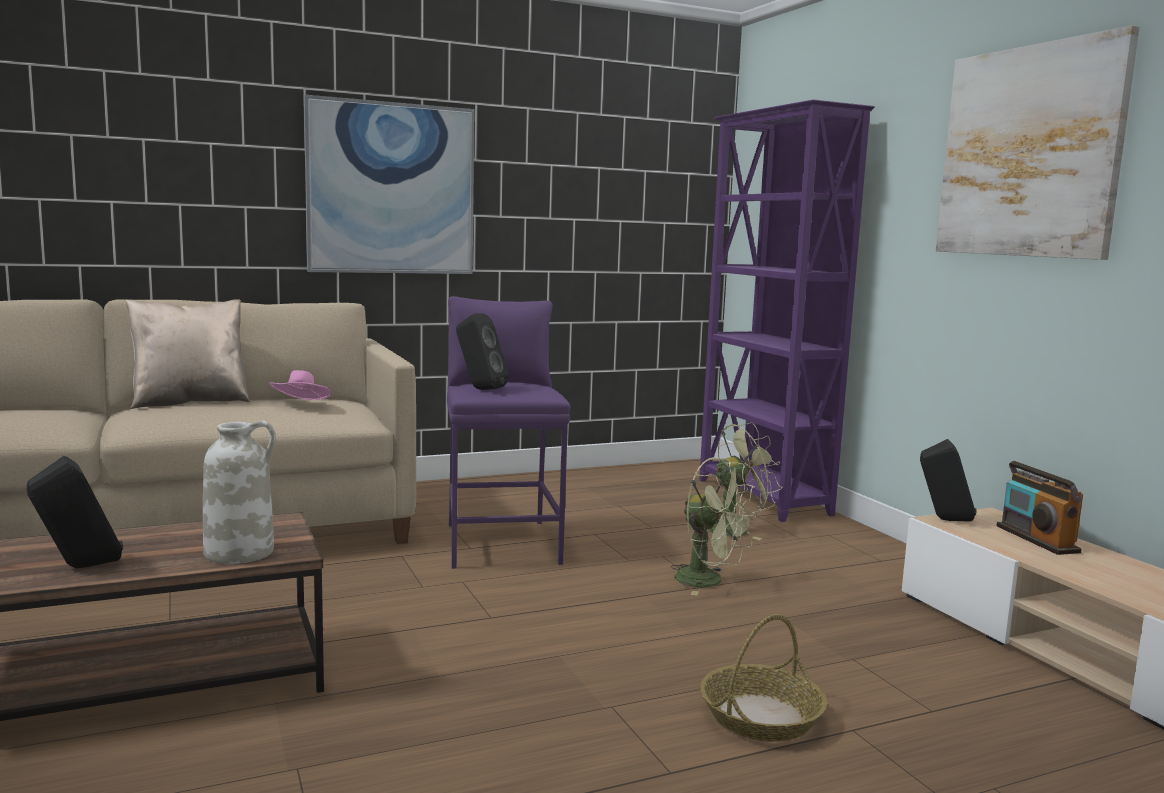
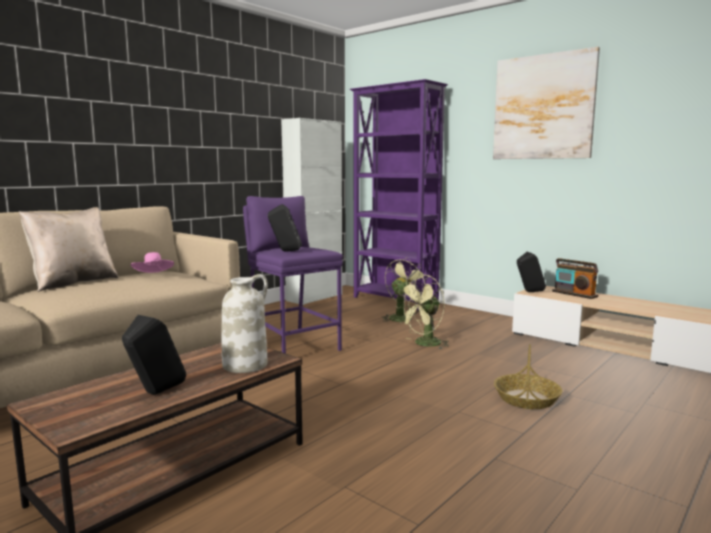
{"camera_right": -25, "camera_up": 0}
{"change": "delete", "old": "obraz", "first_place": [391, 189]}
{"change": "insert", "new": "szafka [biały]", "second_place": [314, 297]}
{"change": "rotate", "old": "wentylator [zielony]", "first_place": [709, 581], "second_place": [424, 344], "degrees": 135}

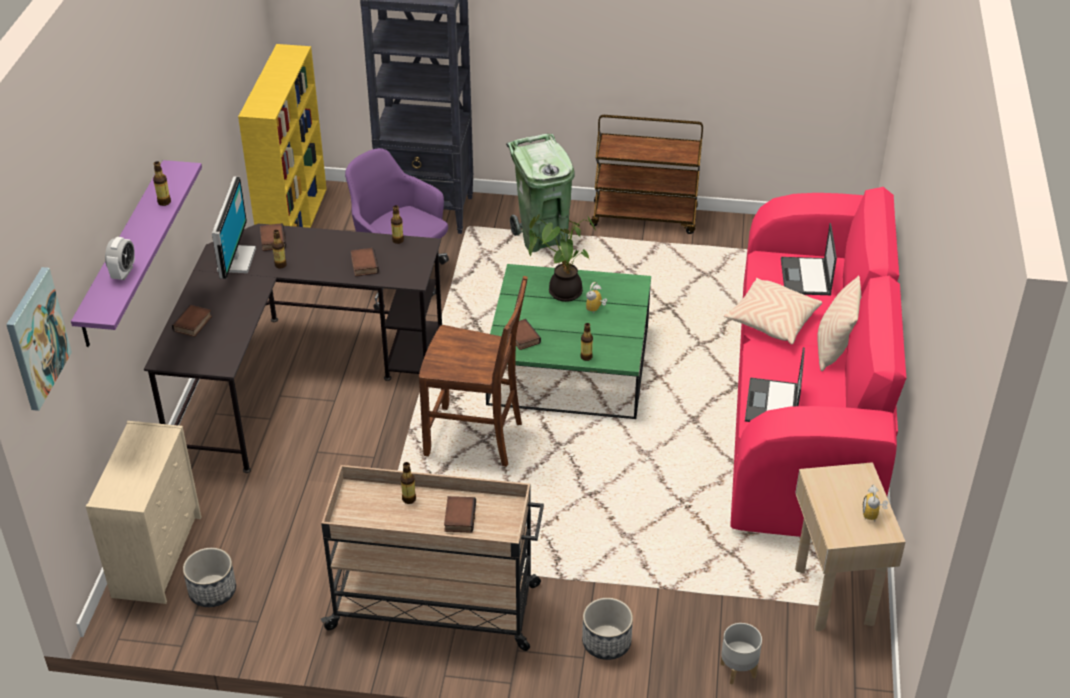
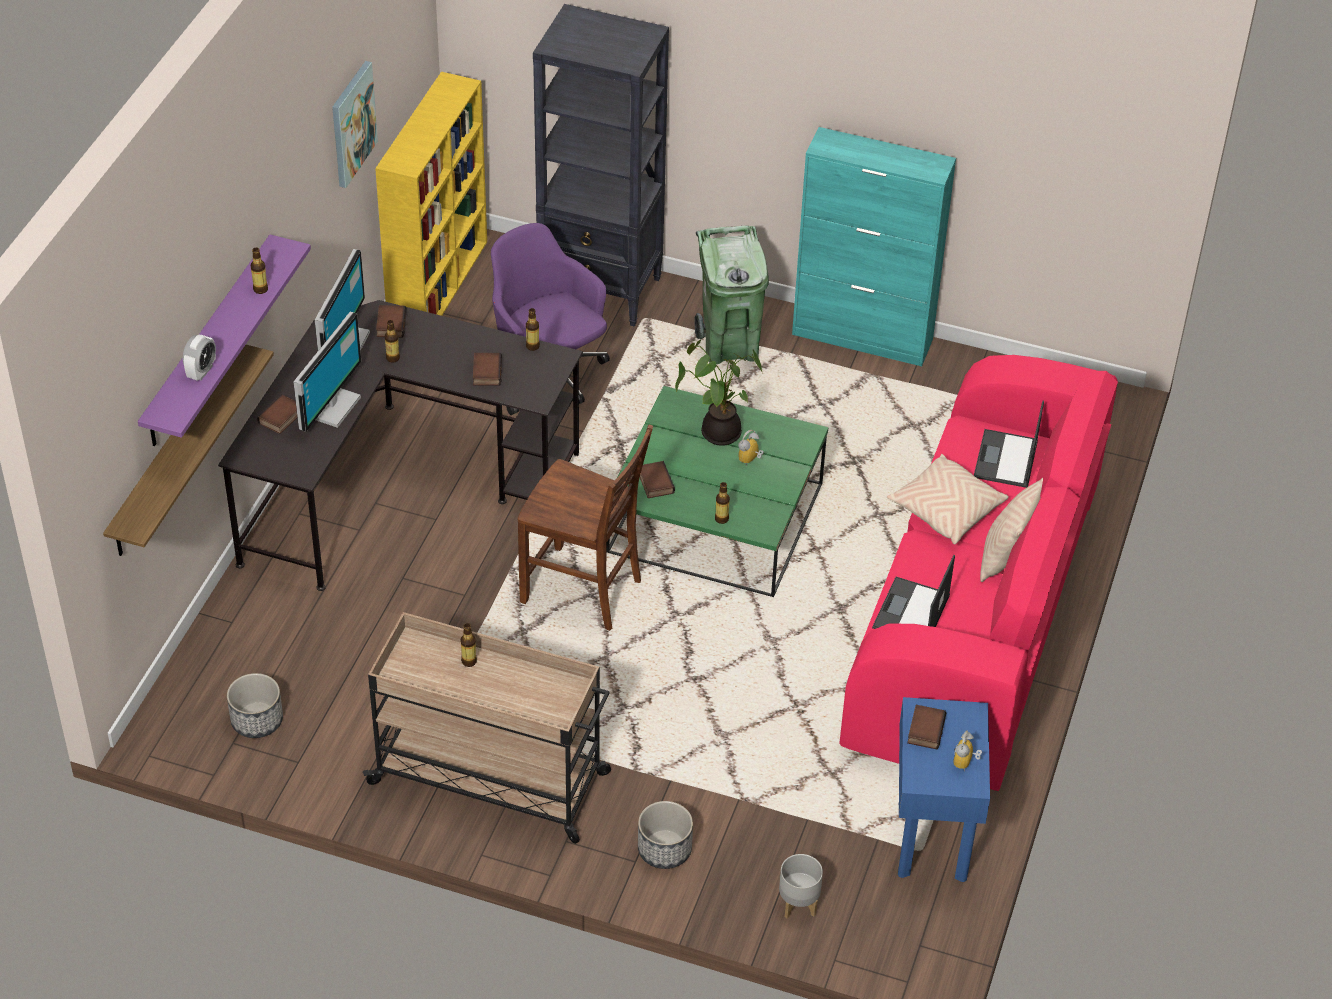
{"camera_right": 10, "camera_up": 5}
{"change": "delete", "old": "komoda [beżowy]", "first_place": [158, 555]}
{"change": "insert", "new": "półka", "second_place": [174, 451]}
{"change": "insert", "new": "monitor", "second_place": [331, 406]}
{"change": "move", "old": "obraz", "first_place": [36, 338], "second_place": [352, 123]}
{"change": "move", "old": "książka", "first_place": [459, 517], "second_place": [924, 729]}
{"change": "replace", "old": "wózek [brązowy]", "new": "szafka [turkusowy]", "first_place": [645, 217], "second_place": [863, 337]}
{"change": "recolor", "old": "stolik [beżowy]", "new": "stolik [niebieski]", "first_place": [833, 596], "second_place": [930, 841]}

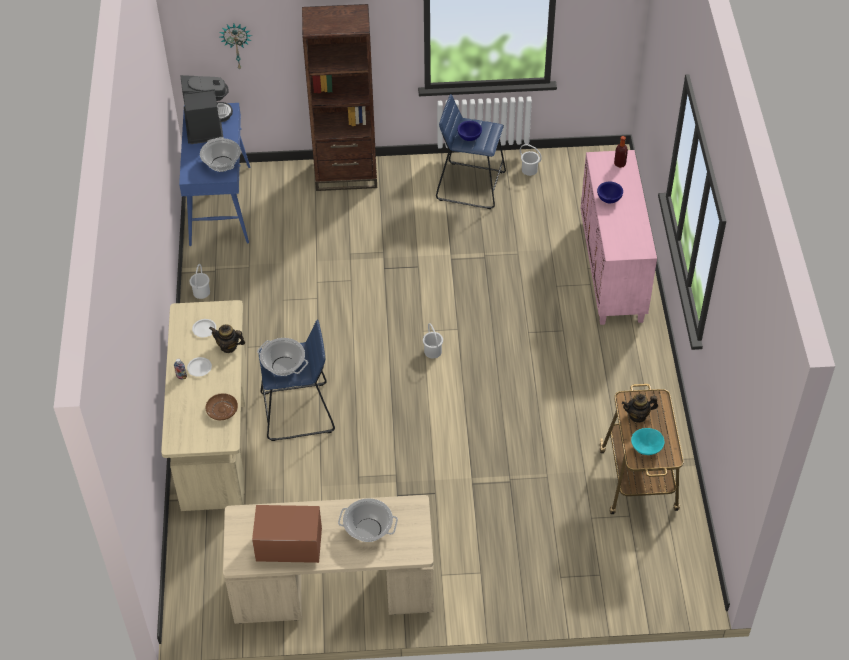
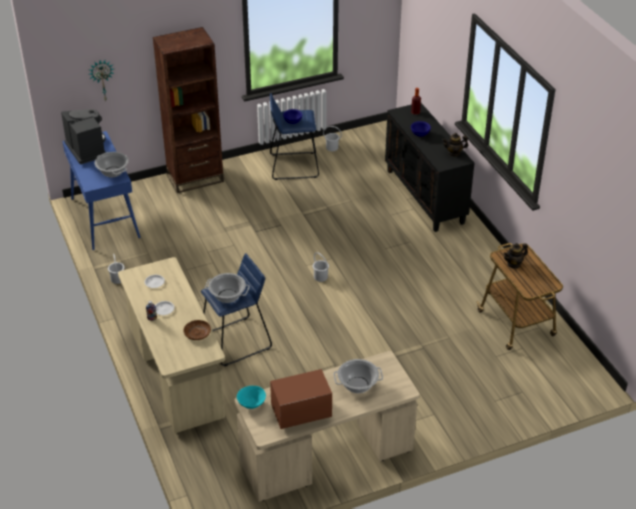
{"camera_right": -20, "camera_up": -10}
{"change": "move", "old": "imbryk", "first_place": [228, 346], "second_place": [454, 153]}
{"change": "move", "old": "miska [turkusowy]", "first_place": [646, 448], "second_place": [252, 404]}
{"change": "recolor", "old": "szafka [różowy]", "new": "szafka [czarny]", "first_place": [612, 271], "second_place": [425, 197]}

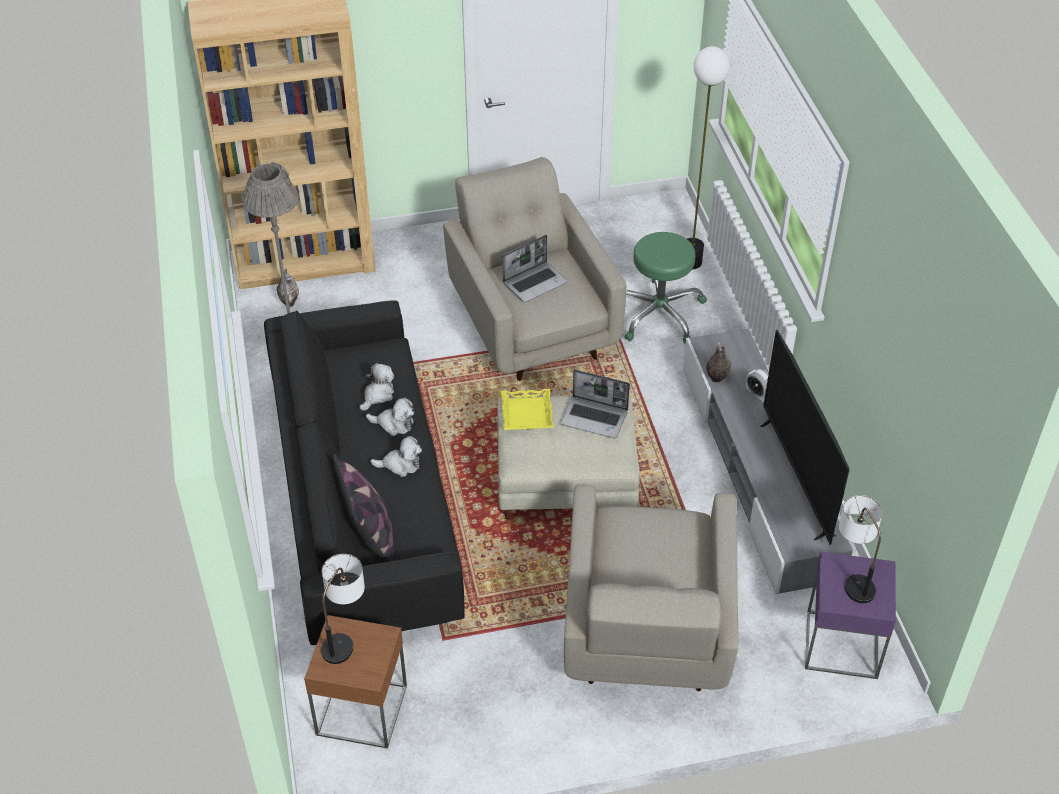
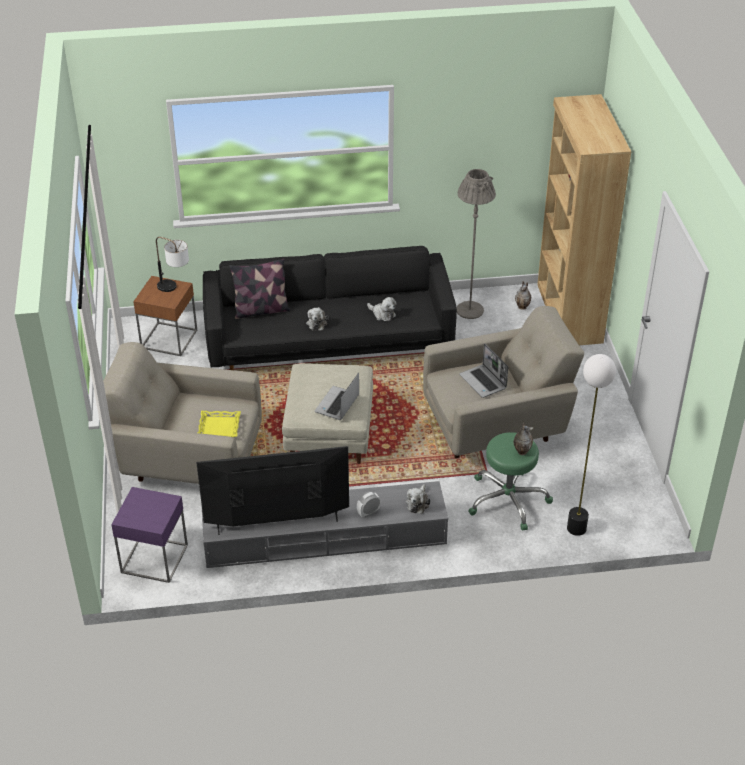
{"camera_right": 95, "camera_up": -5}
{"change": "delete", "old": "lampa stołowa", "first_place": [853, 577]}
{"change": "move", "old": "pluszak", "first_place": [394, 424], "second_place": [418, 503]}
{"change": "move", "old": "taca [żółty]", "first_place": [526, 413], "second_place": [219, 427]}
{"change": "move", "old": "wazon", "first_place": [716, 379], "second_place": [521, 451]}

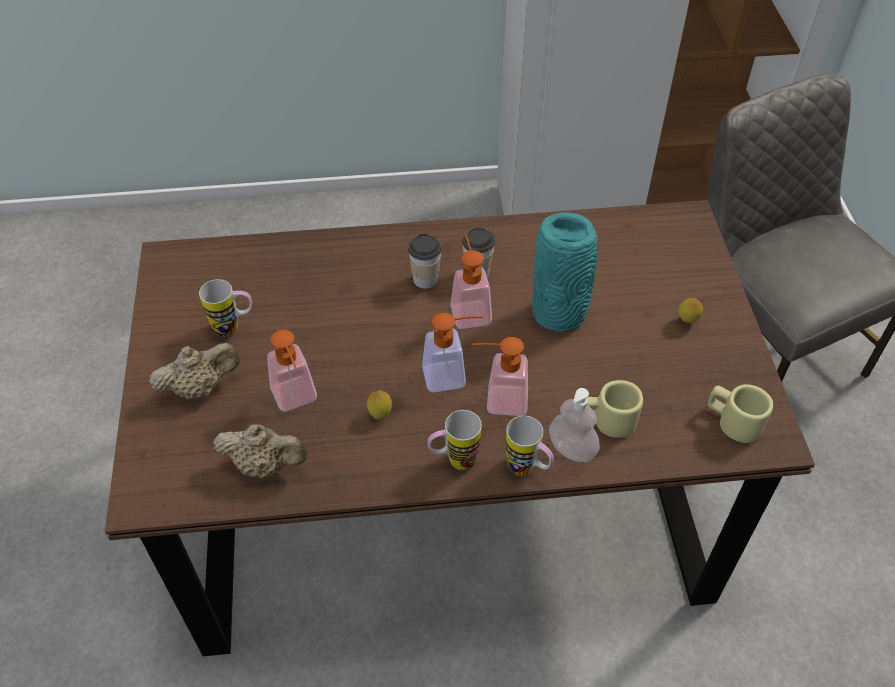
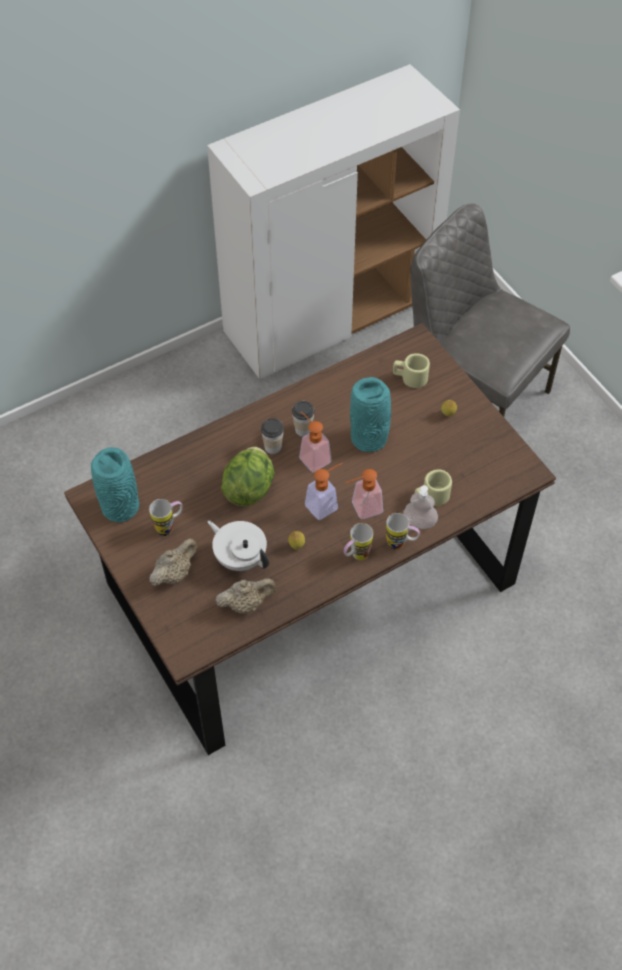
{"camera_right": -25, "camera_up": 5}
{"change": "insert", "new": "wazon [turkusowy]", "second_place": [120, 506]}
{"change": "insert", "new": "sałata", "second_place": [249, 488]}
{"change": "move", "old": "kubek [beżowy]", "first_place": [733, 421], "second_place": [410, 377]}
{"change": "replace", "old": "dozownik mydła", "new": "imbryk [biały]", "first_place": [297, 400], "second_place": [240, 557]}

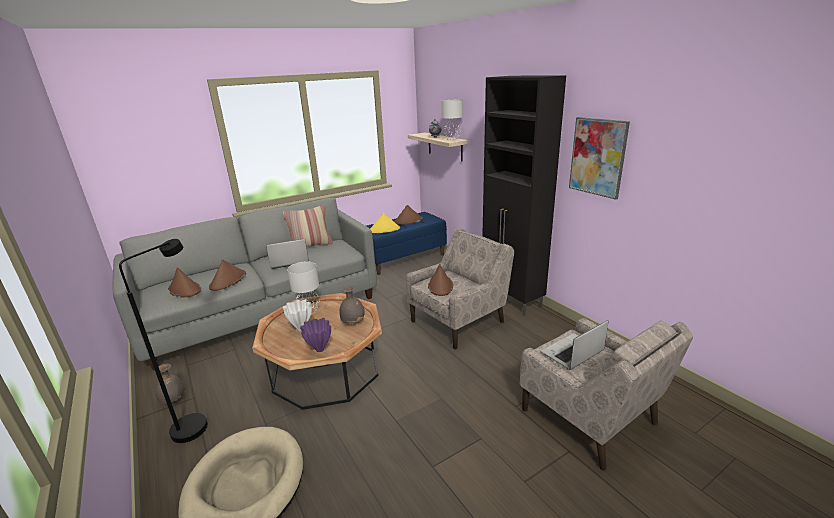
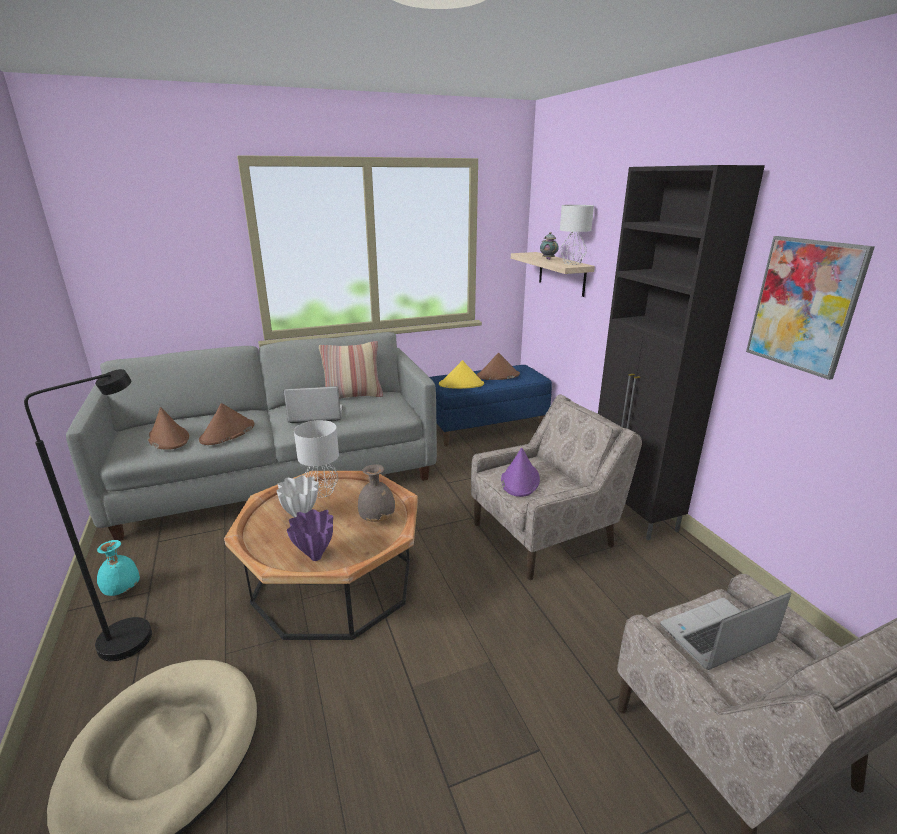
{"camera_right": 10, "camera_up": 0}
{"change": "recolor", "old": "wazon [szary]", "new": "wazon [turkusowy]", "first_place": [173, 400], "second_place": [122, 591]}
{"change": "recolor", "old": "kapelusz [brązowy]", "new": "kapelusz [fioletowy]", "first_place": [440, 286], "second_place": [520, 480]}

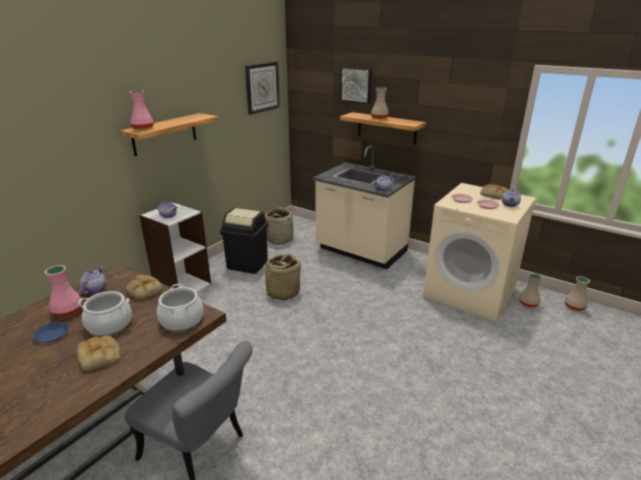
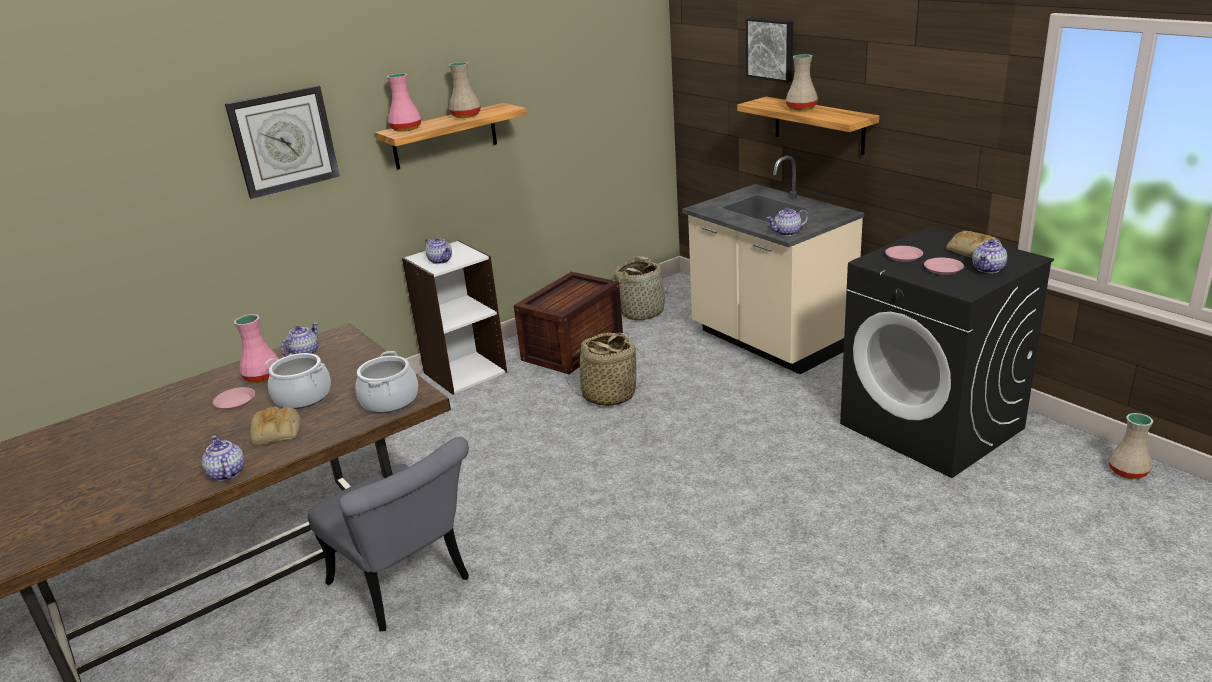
{"camera_right": 20, "camera_up": 0}
{"change": "delete", "old": "chleb", "first_place": [144, 290]}
{"change": "insert", "new": "imbryk", "second_place": [226, 473]}
{"change": "move", "old": "zegar ścienny", "first_place": [262, 87], "second_place": [283, 141]}
{"change": "move", "old": "wazon [beżowy]", "first_place": [528, 303], "second_place": [466, 116]}
{"change": "replace", "old": "kosz na śmieci [czarny]", "new": "skrzynka", "first_place": [247, 264], "second_place": [573, 347]}
{"change": "recolor", "old": "talerz [niebieski]", "new": "talerz [różowy]", "first_place": [52, 335], "second_place": [235, 402]}
{"change": "recolor", "old": "pralka [beżowy]", "new": "pralka [czarny]", "first_place": [470, 292], "second_place": [932, 426]}

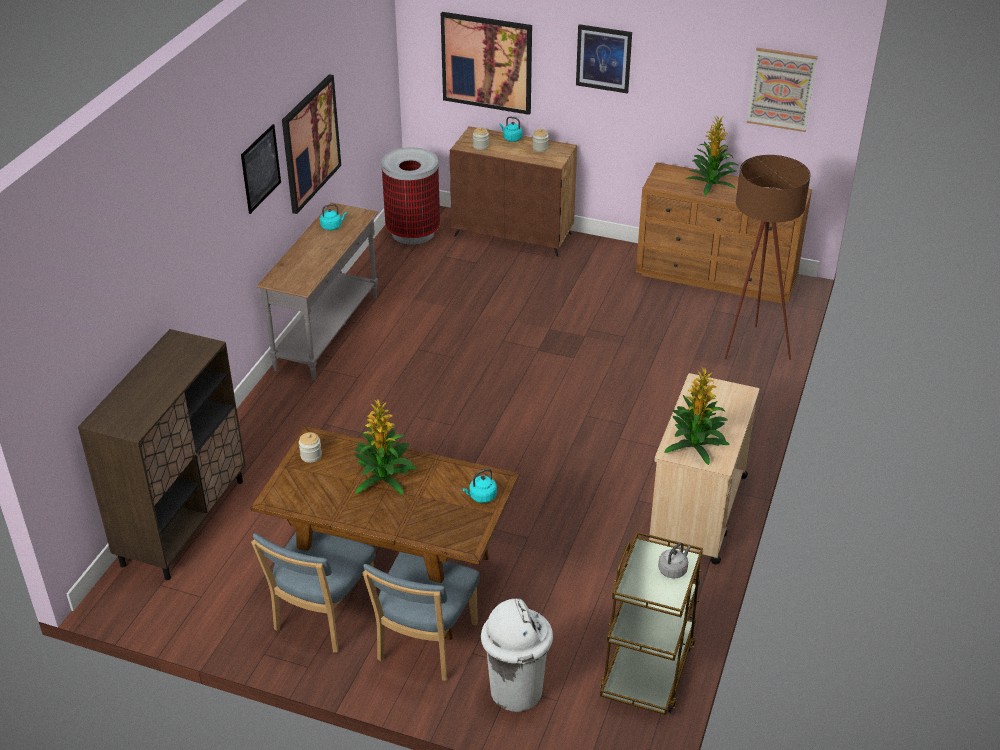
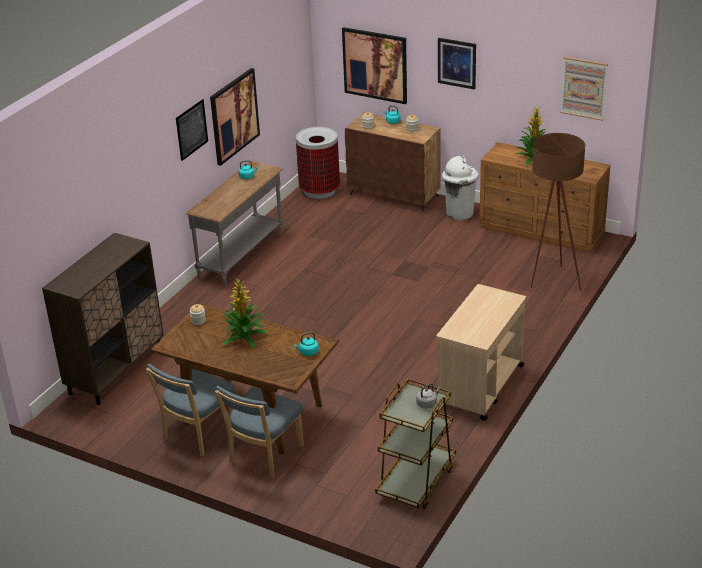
{"camera_right": 10, "camera_up": -5}
{"change": "delete", "old": "roślina doniczkowa", "first_place": [696, 445]}
{"change": "move", "old": "kosz na śmieci [biały]", "first_place": [516, 690], "second_place": [459, 213]}

